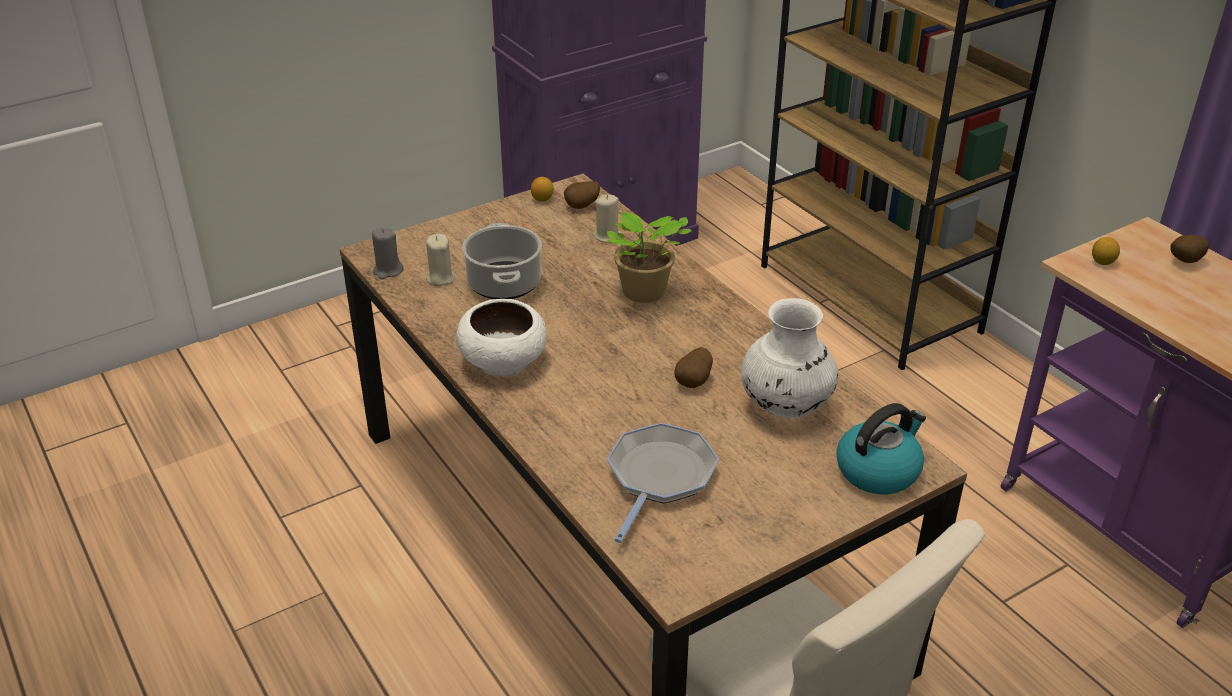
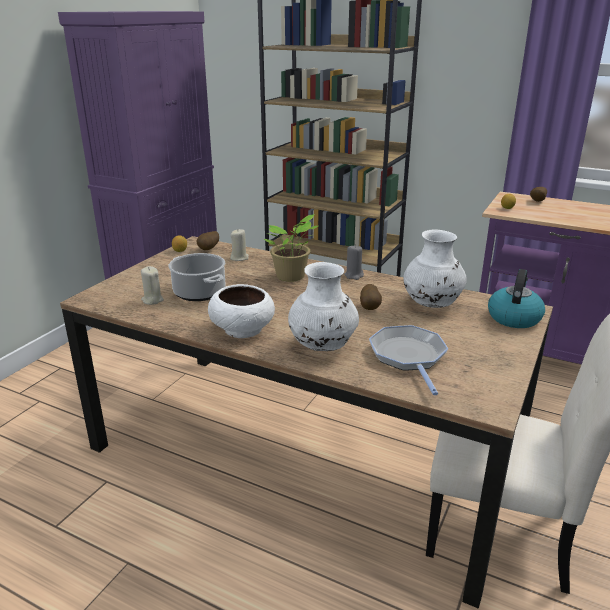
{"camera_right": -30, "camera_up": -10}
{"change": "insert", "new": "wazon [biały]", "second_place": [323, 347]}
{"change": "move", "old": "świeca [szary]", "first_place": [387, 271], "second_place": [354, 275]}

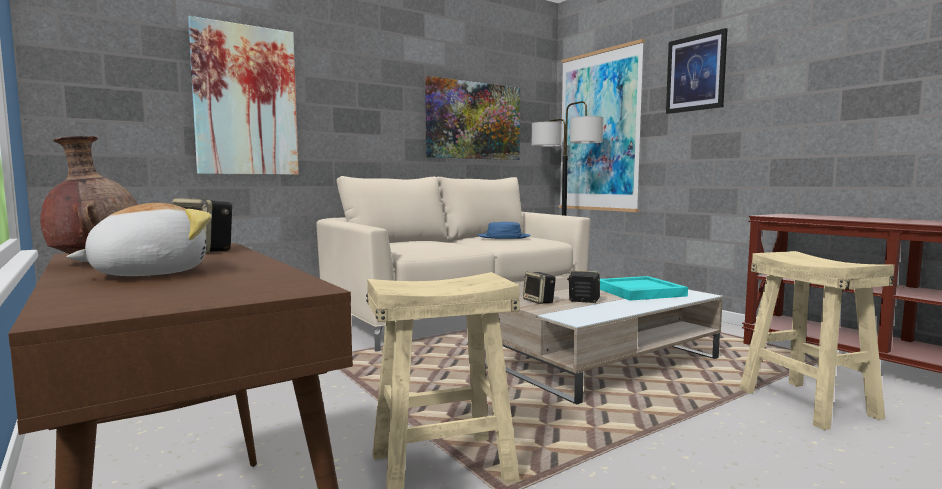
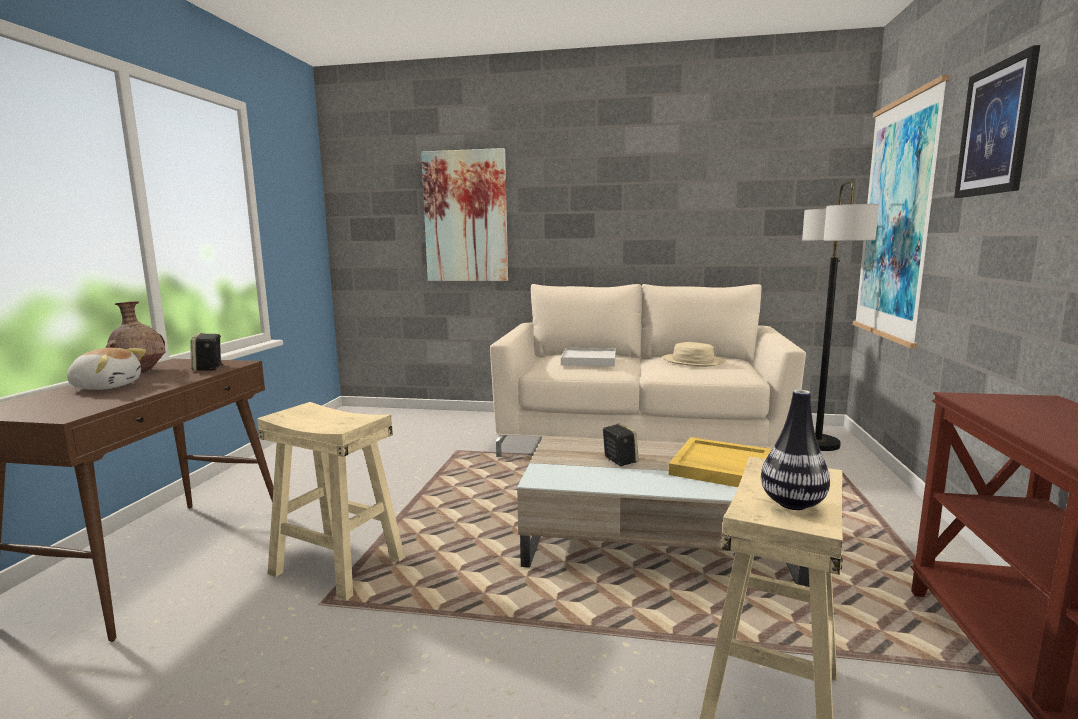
{"camera_right": 45, "camera_up": 5}
{"change": "delete", "old": "obraz", "first_place": [474, 121]}
{"change": "delete", "old": "głośnik", "first_place": [539, 301]}
{"change": "insert", "new": "taca [biały]", "second_place": [588, 360]}
{"change": "insert", "new": "wazon", "second_place": [792, 504]}
{"change": "recolor", "old": "kapelusz [niebieski]", "new": "kapelusz [beżowy]", "first_place": [504, 237], "second_place": [693, 361]}
{"change": "recolor", "old": "taca [turkusowy]", "new": "taca [żółty]", "first_place": [639, 292], "second_place": [720, 467]}

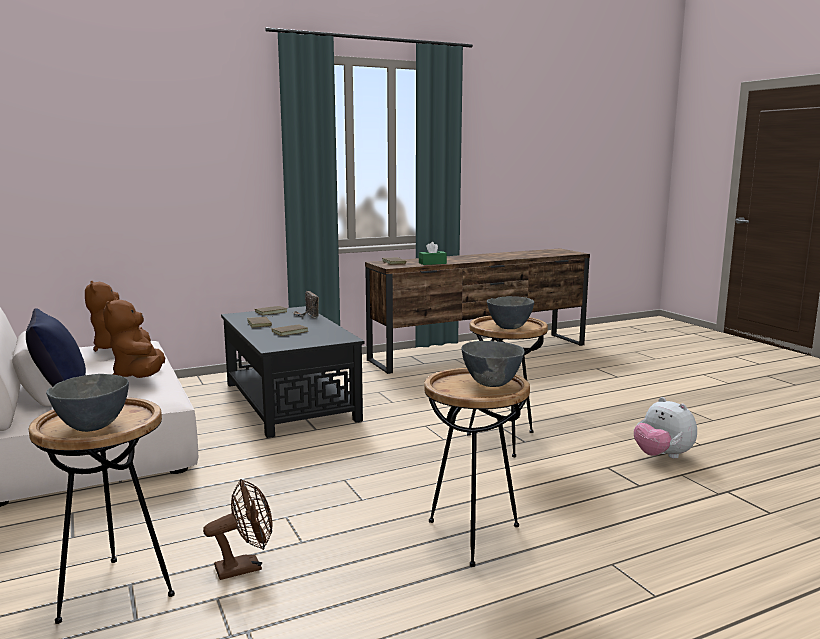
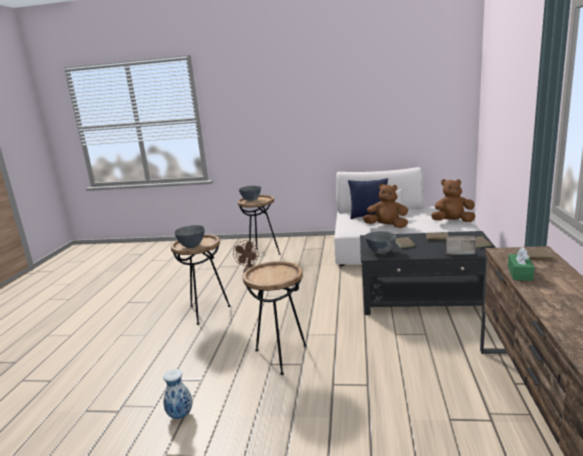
{"camera_right": 125, "camera_up": 5}
{"change": "move", "old": "miska [szary]", "first_place": [509, 328], "second_place": [381, 252]}
{"change": "replace", "old": "pluszak", "new": "wazon", "first_place": [662, 456], "second_place": [180, 415]}

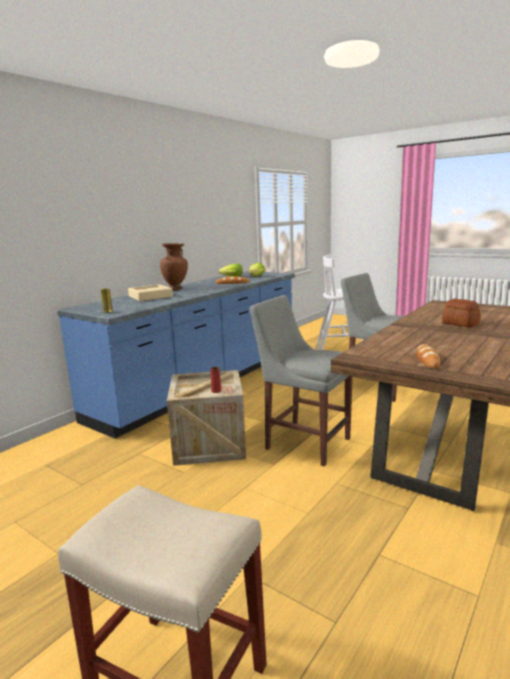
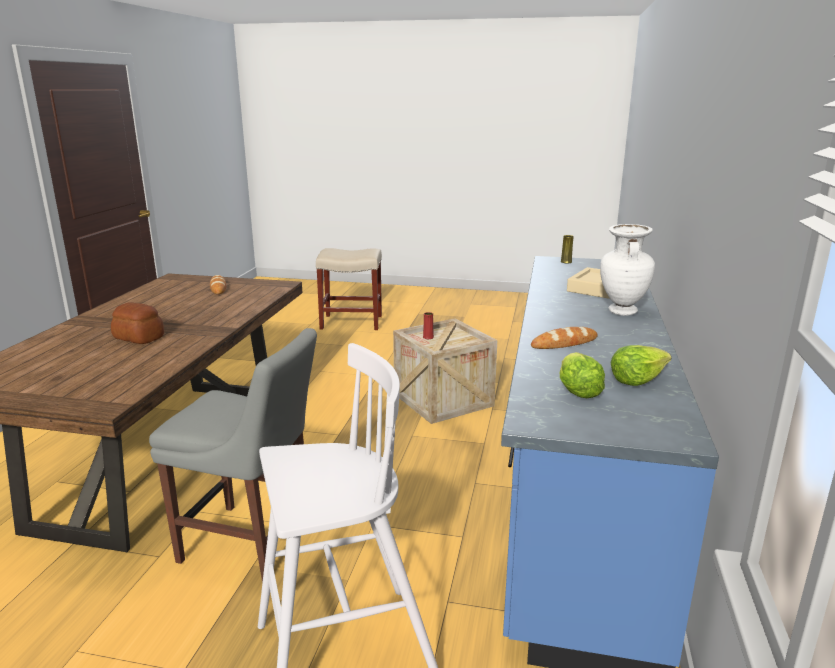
{"camera_right": 155, "camera_up": 5}
{"change": "delete", "old": "krzesło [szary]", "first_place": [304, 442]}
{"change": "recolor", "old": "wazon [brązowy]", "new": "wazon [biały]", "first_place": [176, 289], "second_place": [621, 311]}

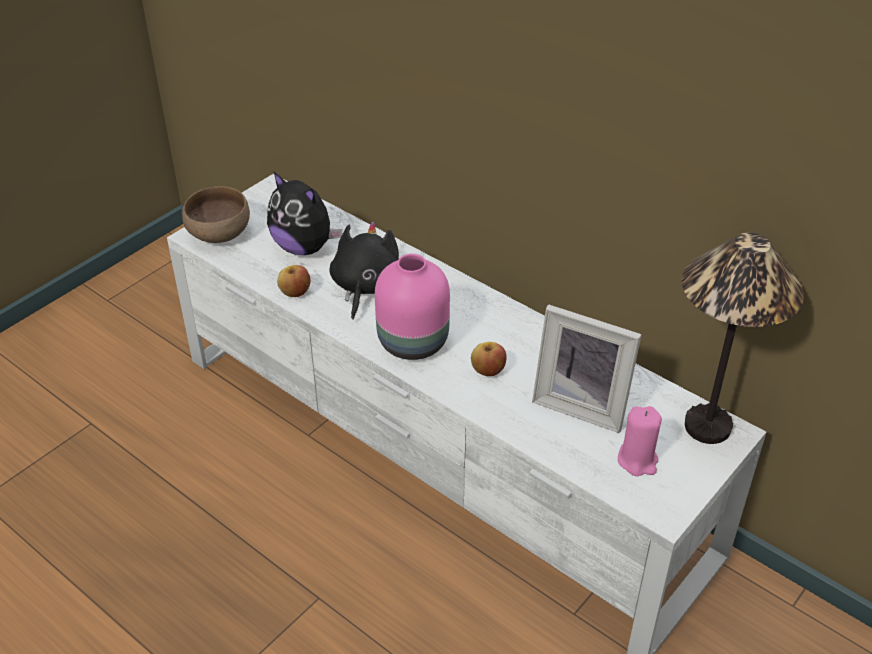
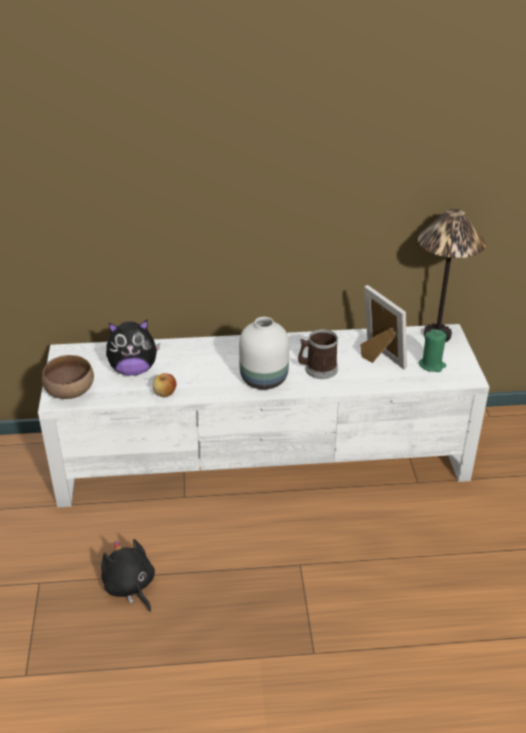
{"camera_right": -45, "camera_up": -5}
{"change": "move", "old": "pluszak [czarny]", "first_place": [365, 288], "second_place": [130, 587]}
{"change": "replace", "old": "jabłko", "new": "kubek", "first_place": [488, 370], "second_place": [317, 369]}
{"change": "recolor", "old": "wazon [różowy]", "new": "wazon [biały]", "first_place": [411, 342], "second_place": [263, 380]}
{"change": "recolor", "old": "świeca [różowy]", "new": "świeca [zielony]", "first_place": [637, 460], "second_place": [432, 365]}
{"change": "rotate", "old": "ramka na zdjęcie", "first_place": [582, 404], "second_place": [378, 358], "degrees": -105}

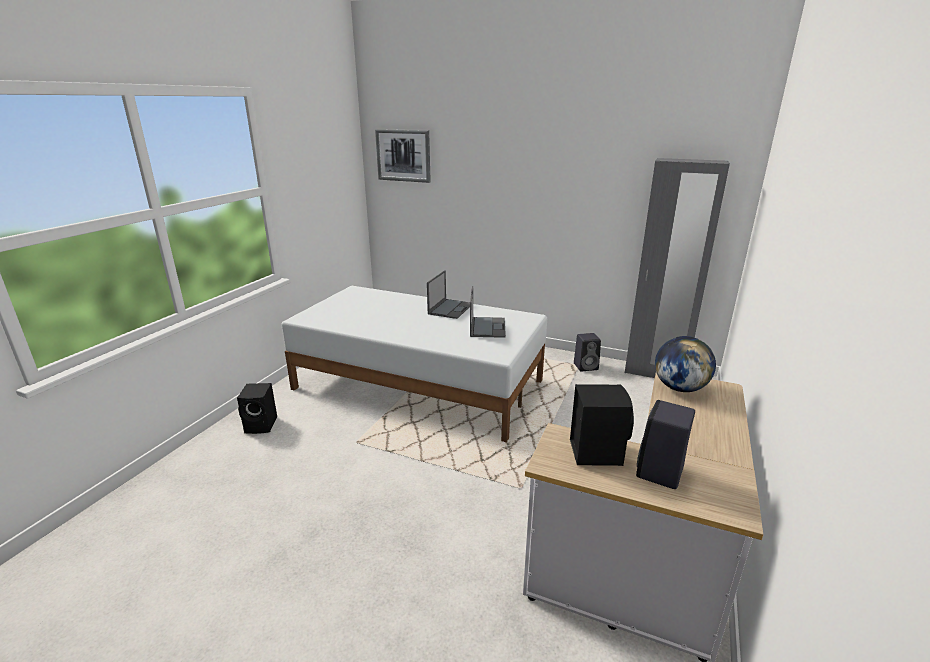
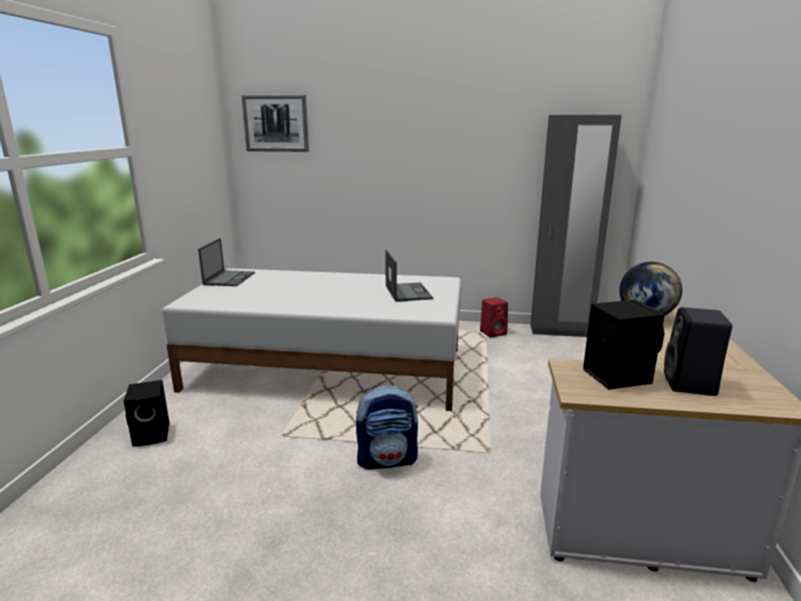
{"camera_right": -15, "camera_up": -5}
{"change": "insert", "new": "plecak", "second_place": [387, 460]}
{"change": "move", "old": "laptop", "first_place": [450, 308], "second_place": [229, 278]}
{"change": "recolor", "old": "głośnik [czarny]", "new": "głośnik [czerwony]", "first_place": [586, 366], "second_place": [493, 332]}

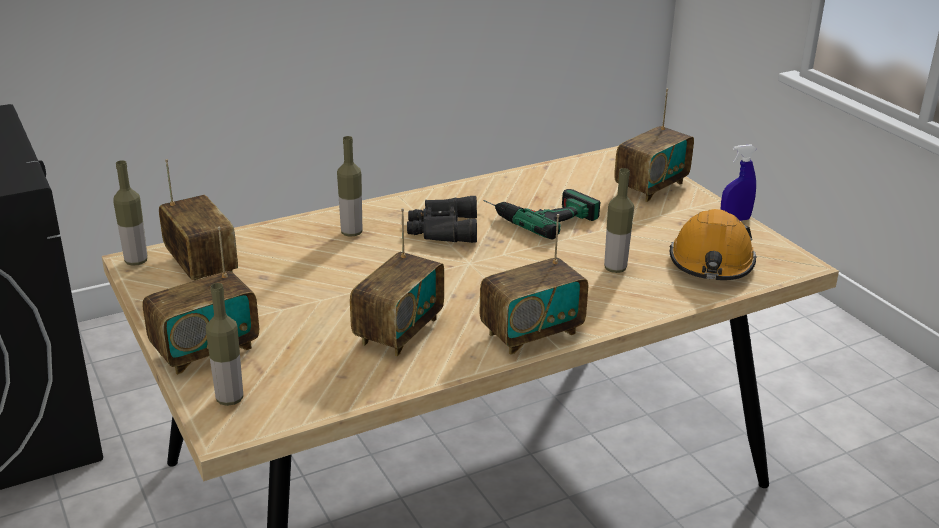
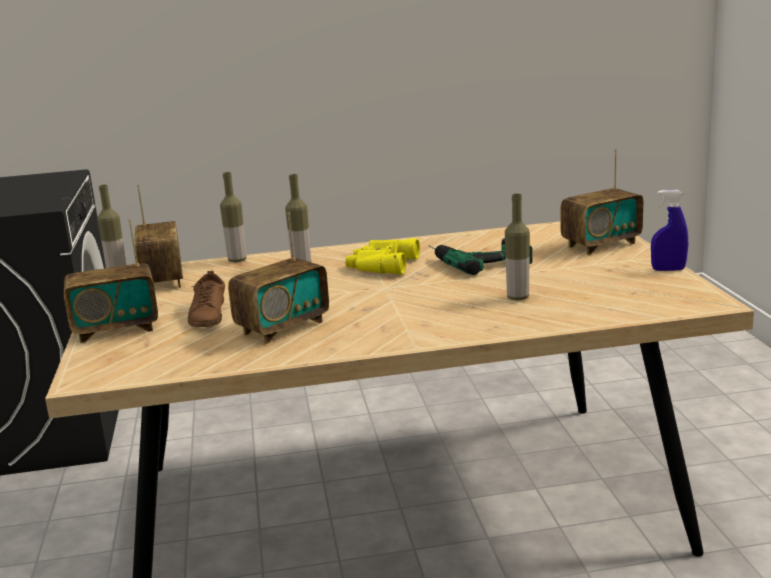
{"camera_right": 20, "camera_up": -10}
{"change": "delete", "old": "radio", "first_place": [531, 333]}
{"change": "delete", "old": "kask [pomarańczowy]", "first_place": [711, 263]}
{"change": "insert", "new": "but [brązowy]", "second_place": [208, 315]}
{"change": "move", "old": "butelka", "first_place": [229, 399], "second_place": [237, 260]}
{"change": "recolor", "old": "lornetka [czarny]", "new": "lornetka [żółty]", "first_place": [442, 229], "second_place": [380, 265]}

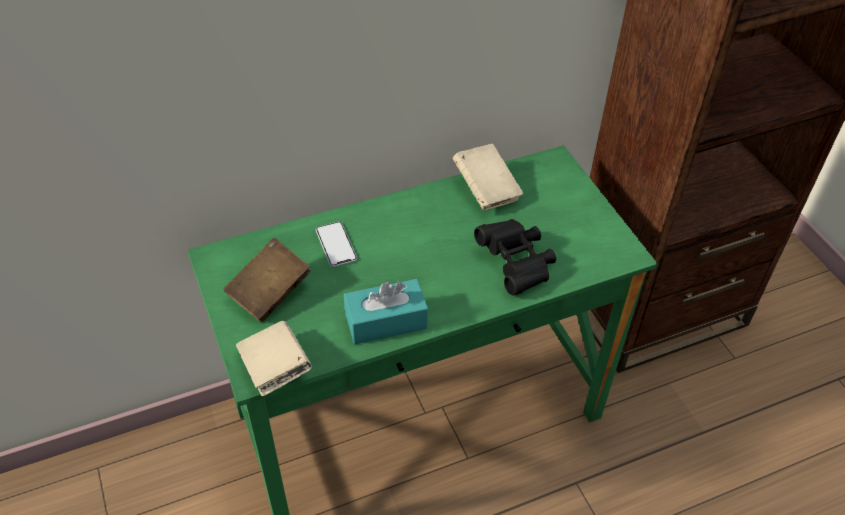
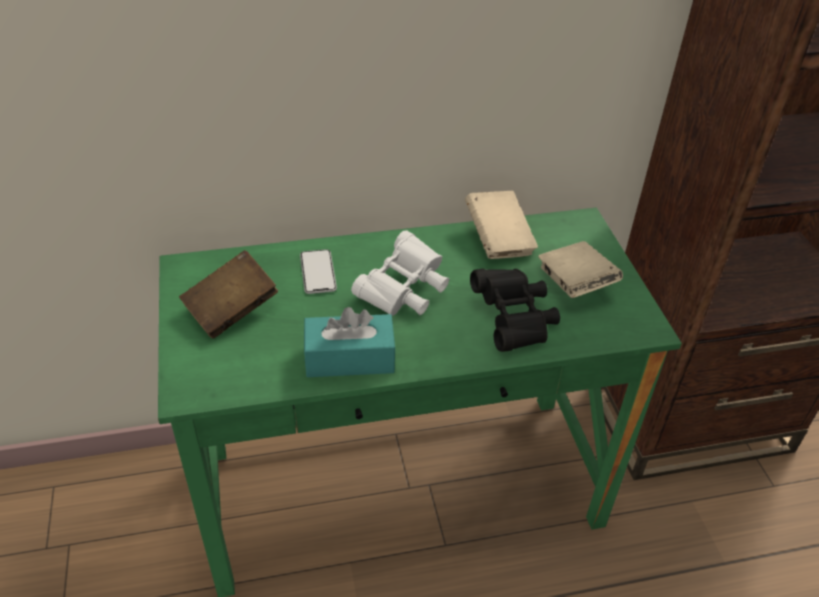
{"camera_right": 10, "camera_up": -5}
{"change": "insert", "new": "lornetka [biały]", "second_place": [404, 291]}
{"change": "move", "old": "książka [beżowy]", "first_place": [275, 369], "second_place": [575, 284]}

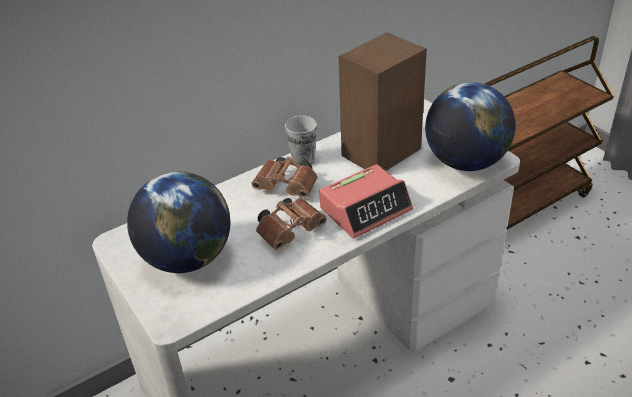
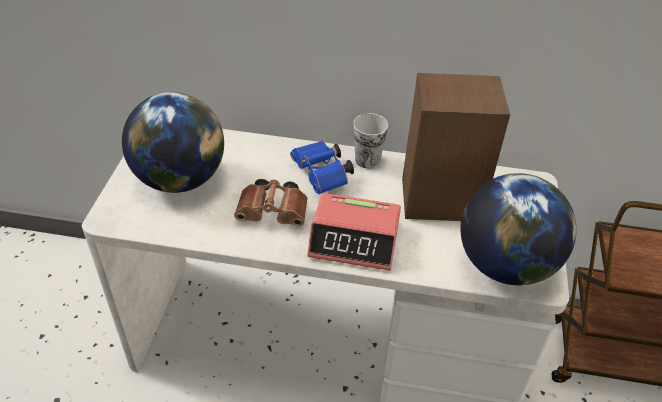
{"camera_right": 40, "camera_up": 5}
{"change": "recolor", "old": "lornetka [brązowy]", "new": "lornetka [niebieski]", "first_place": [288, 187], "second_place": [322, 176]}

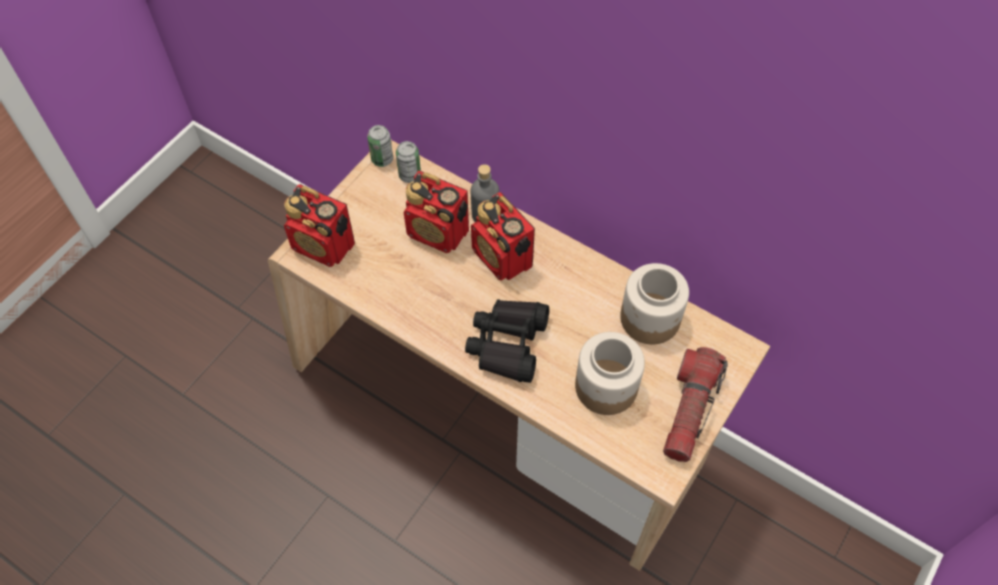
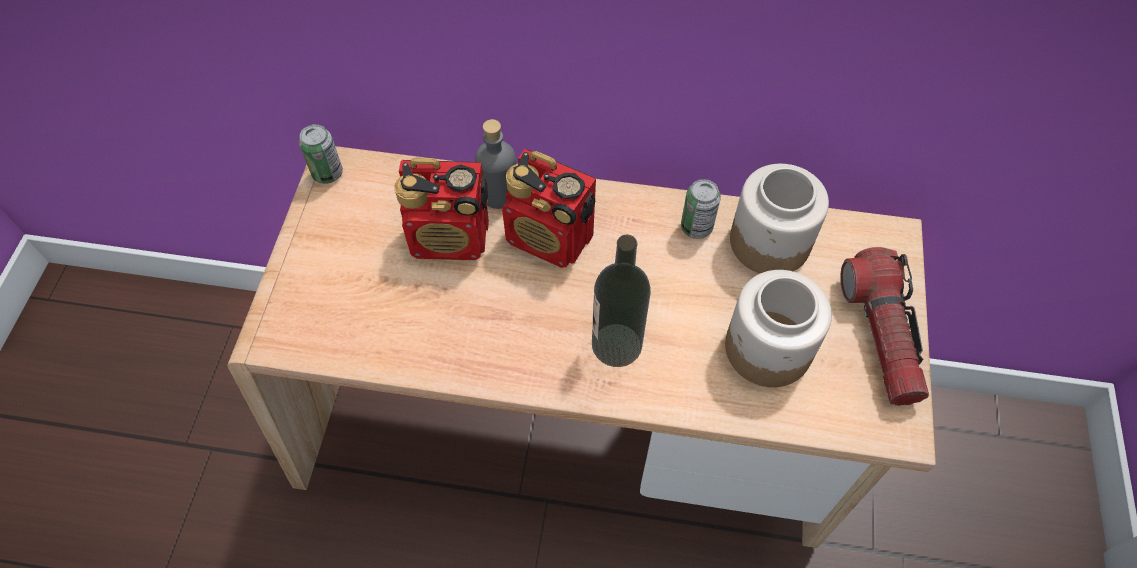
{"camera_right": -25, "camera_up": 0}
{"change": "delete", "old": "radio", "first_place": [324, 247]}
{"change": "move", "old": "puszka", "first_place": [410, 175], "second_place": [696, 227]}
{"change": "replace", "old": "lornetka [czarny]", "new": "butelka", "first_place": [508, 344], "second_place": [616, 345]}

